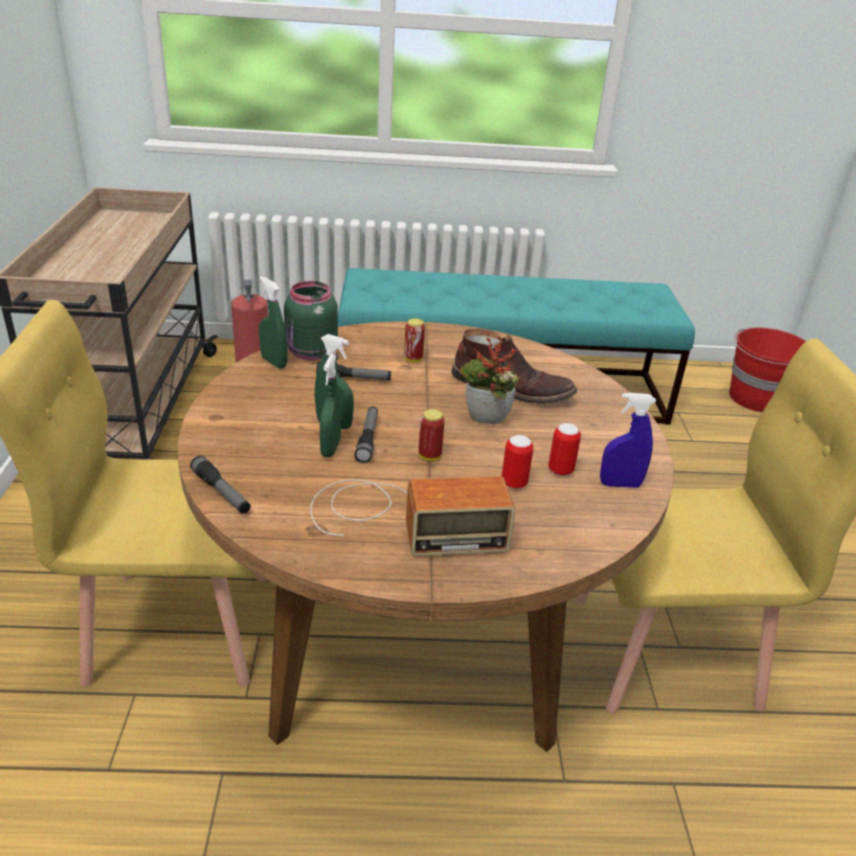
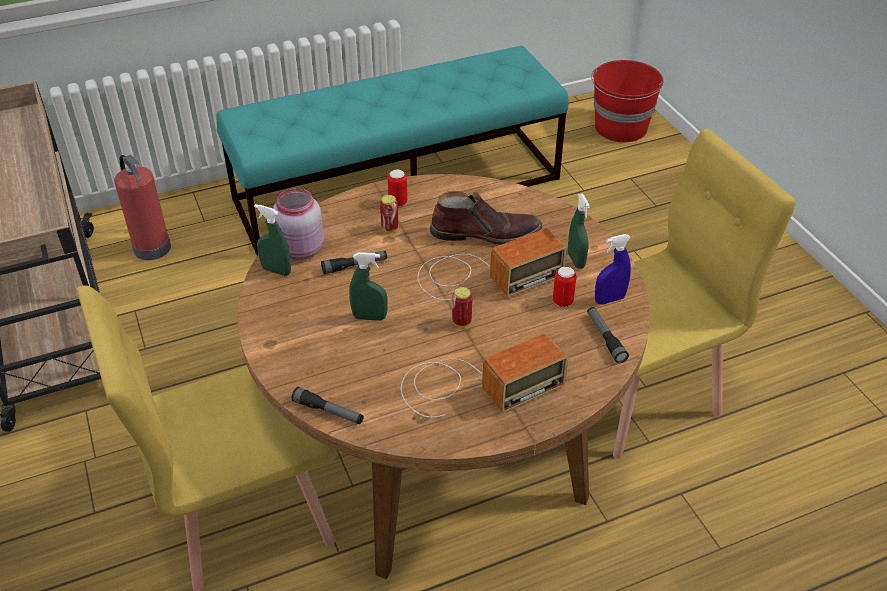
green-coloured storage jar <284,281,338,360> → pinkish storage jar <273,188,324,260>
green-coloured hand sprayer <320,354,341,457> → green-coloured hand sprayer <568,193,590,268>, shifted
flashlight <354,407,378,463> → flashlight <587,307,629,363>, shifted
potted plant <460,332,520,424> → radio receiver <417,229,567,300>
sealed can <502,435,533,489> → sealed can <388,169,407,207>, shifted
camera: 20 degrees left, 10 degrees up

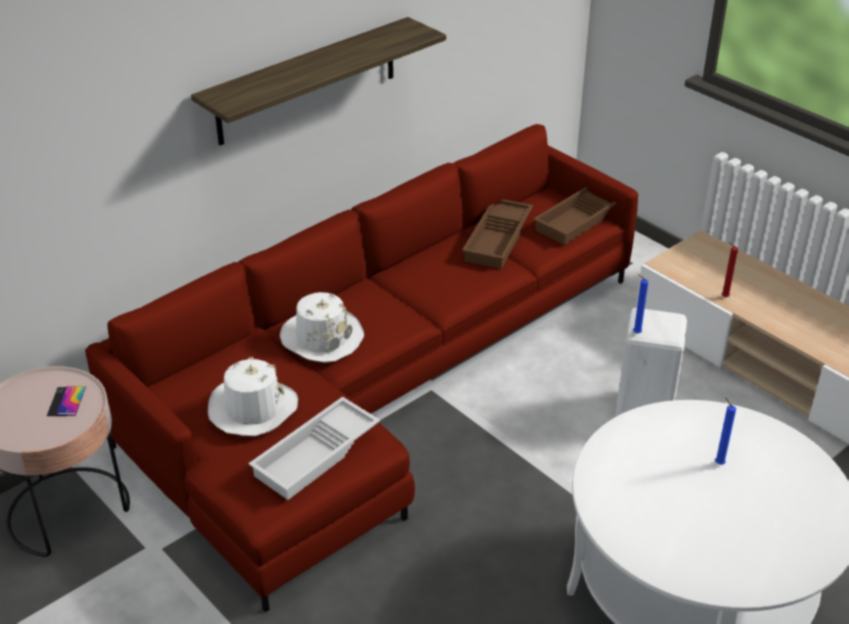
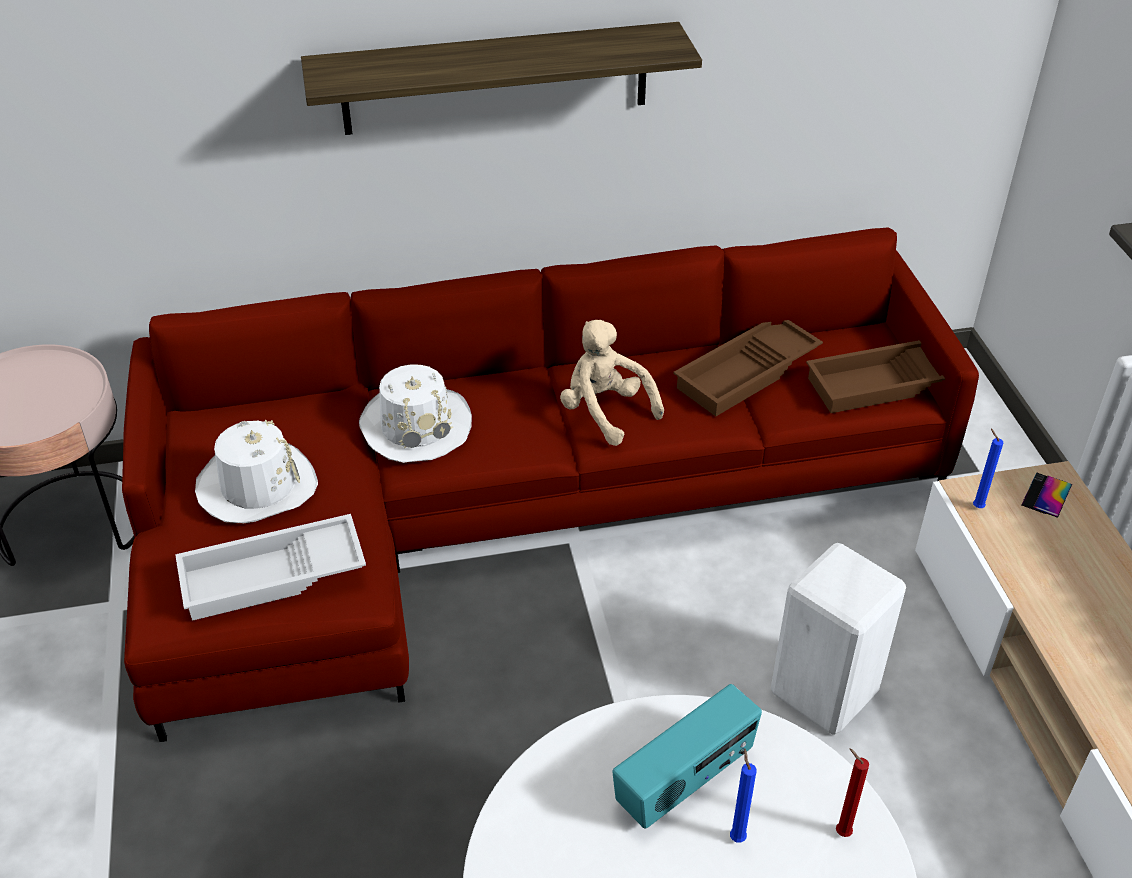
handset <47,386,86,416> → handset <1021,473,1072,518>, shifted
bluish wax candle <633,274,648,334> → bluish wax candle <973,429,1003,508>, shifted
red wax candle <722,243,738,297> → red wax candle <836,748,869,837>, shifted
- → sand-coloured cuddly toy <560,320,664,446>
- → radio receiver <612,684,762,829>
camera: 30 degrees right, 5 degrees up

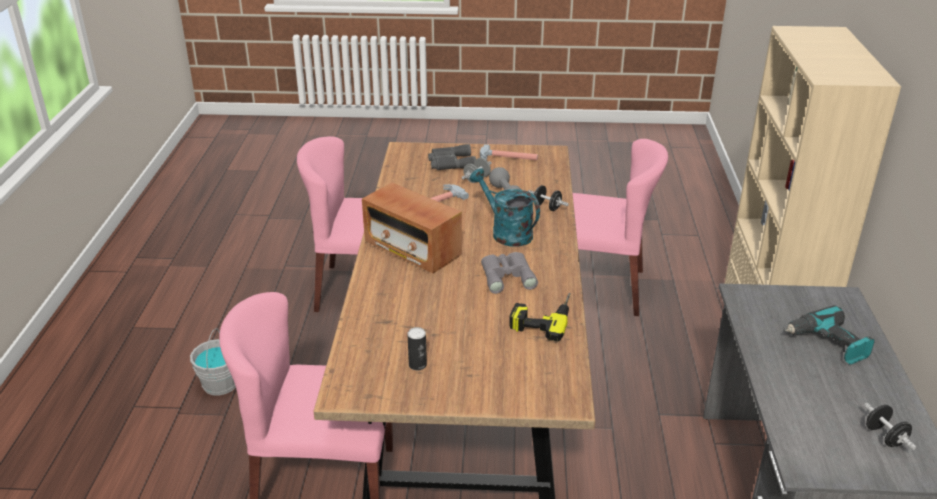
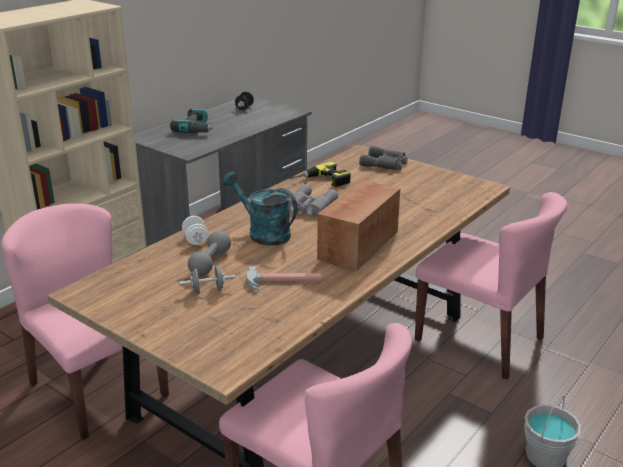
radio receiver <362,183,462,273> → radio receiver <317,180,400,271>, 135 degrees counterclockwise
sealed can <407,327,427,370> → -
gray pair of binoculars <428,144,476,170> → gray pair of binoculars <359,146,408,170>, shifted
turquoise watering pot <470,168,540,247> → turquoise watering pot <222,172,297,246>, 135 degrees clockwise
tool hammer <480,144,538,160> → -
blackish dumbbell <528,185,569,211> → white dumbbell <182,216,208,245>
camera: 145 degrees left, 5 degrees down

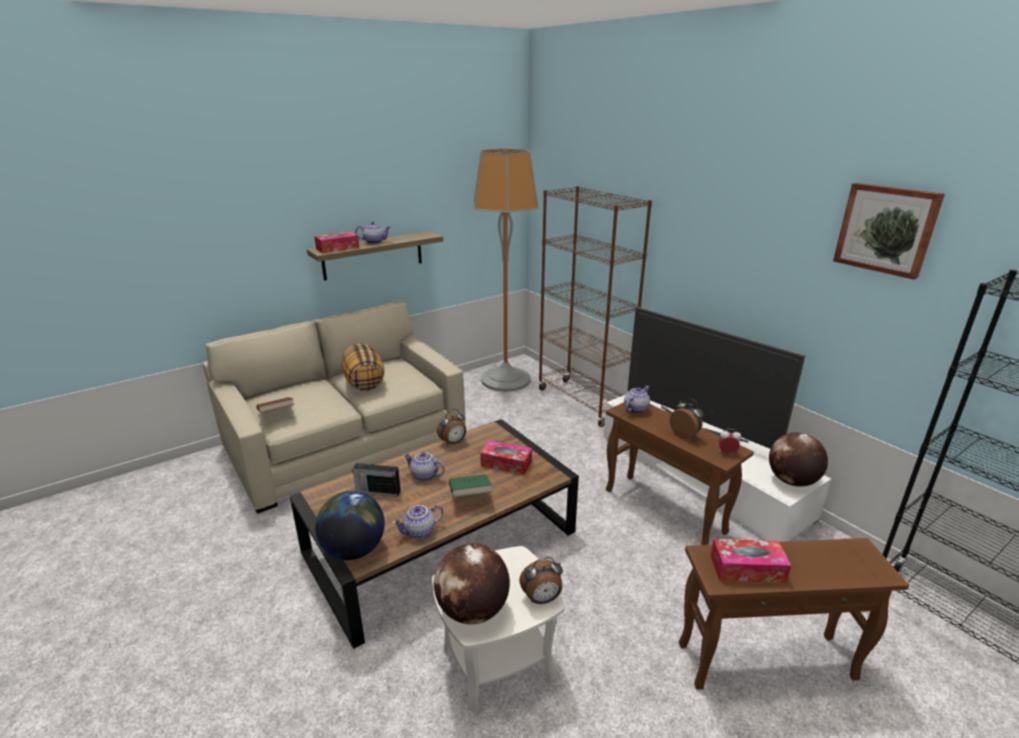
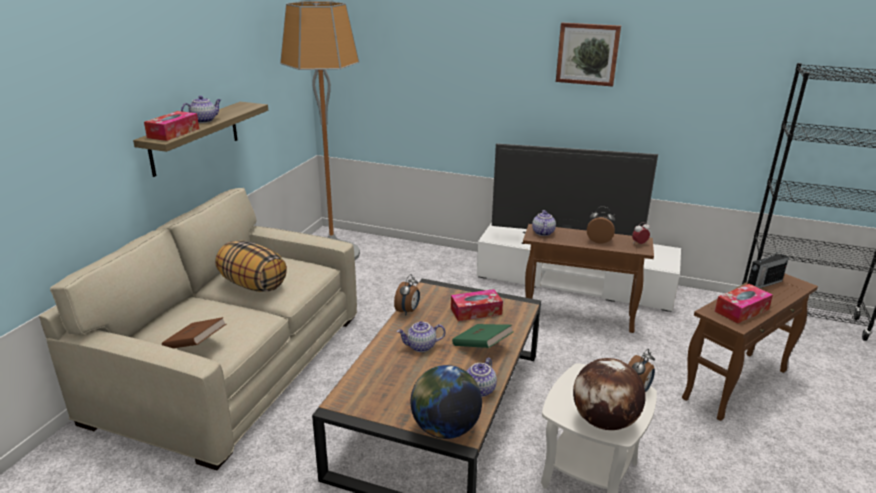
radio receiver <352,462,401,497> → radio receiver <747,249,789,288>, shifted
brown-coloured shelving unit <538,186,652,427> → -
desk globe <769,432,828,487> → -
picture <833,183,945,280> → picture <556,22,621,87>, shifted
camera: 35 degrees left, 0 degrees up

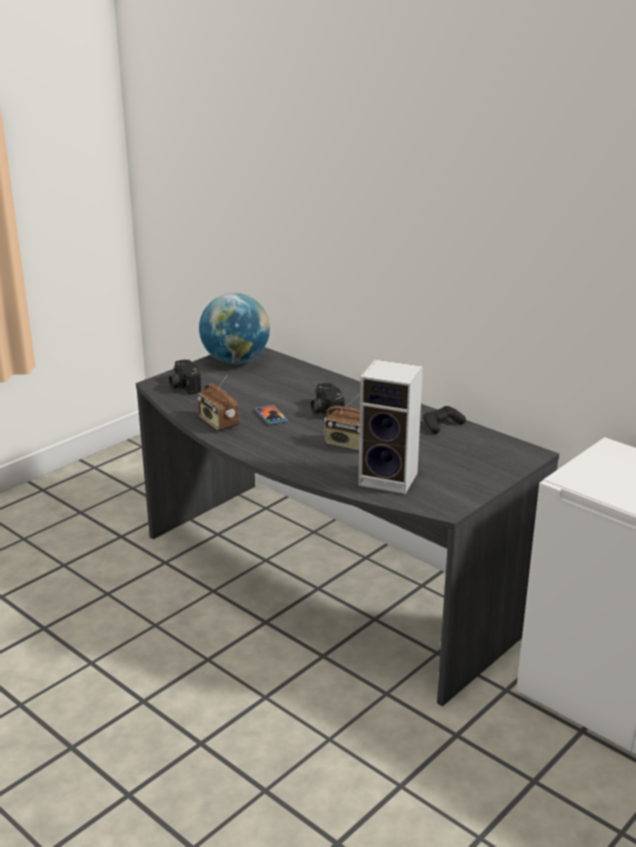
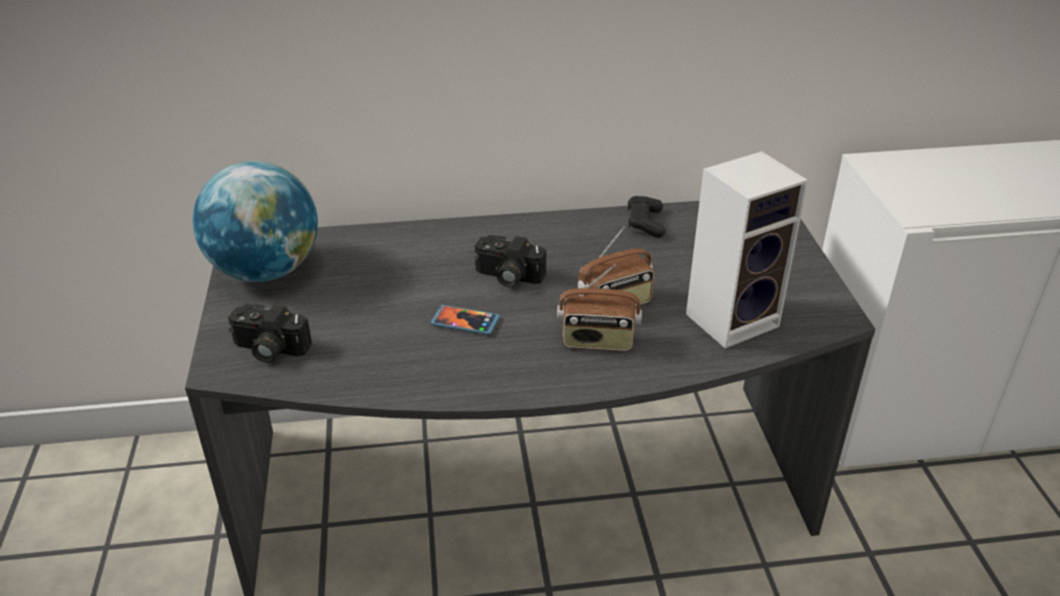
radio receiver <198,375,239,430> → radio receiver <557,264,642,351>, shifted
camera: 50 degrees left, 10 degrees up

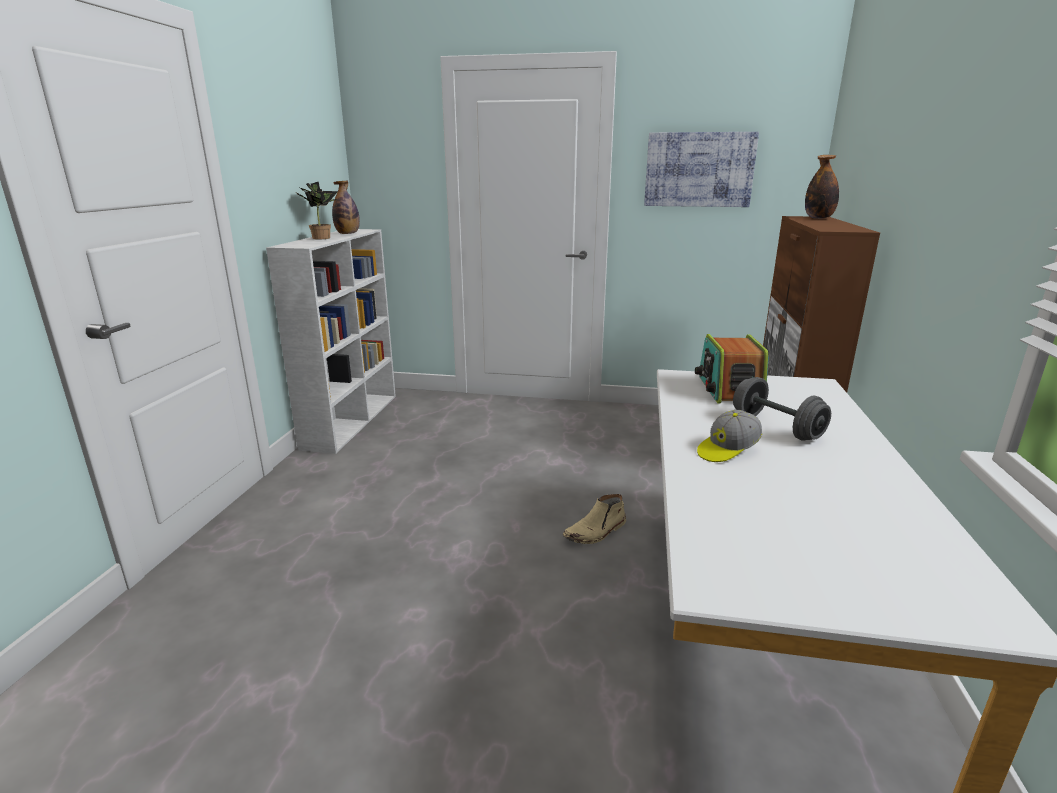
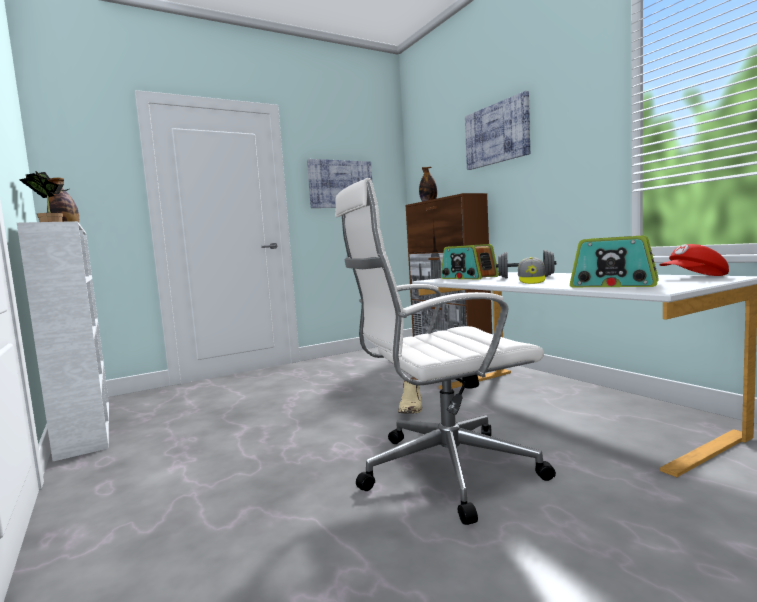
- → white desk chair <335,178,556,525>
- → picture <465,91,530,170>
- → radio receiver <570,235,659,287>
- → red baseball cap <659,244,729,276>
camera: 40 degrees left, 15 degrees down

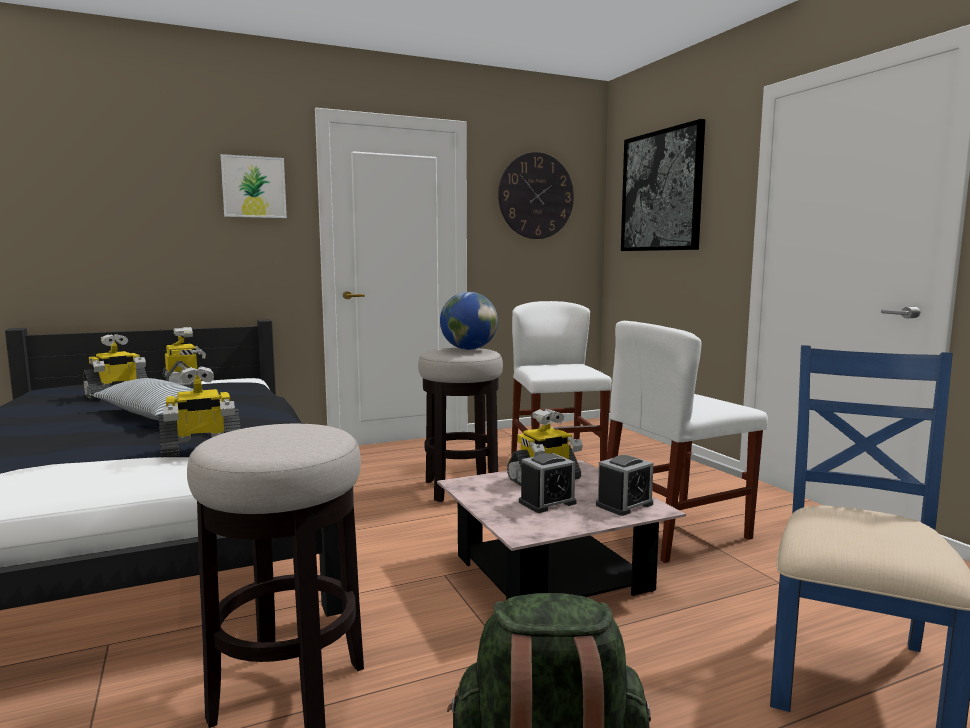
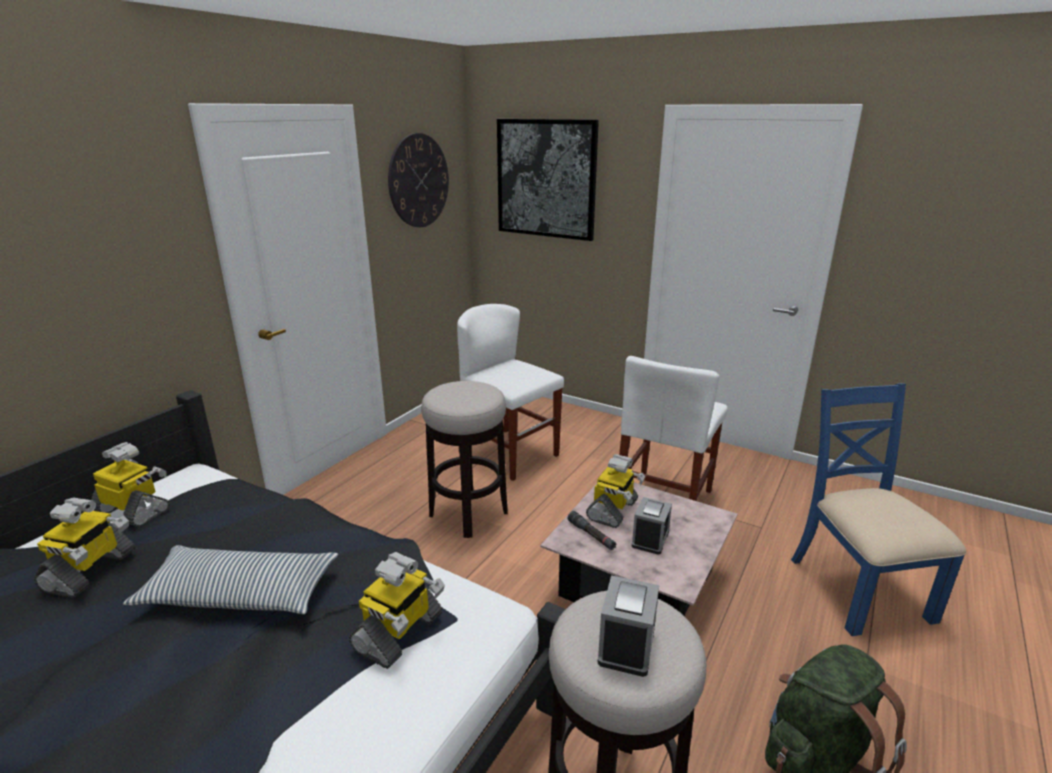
picture <221,154,287,218> → -
desk globe <440,292,498,350> → -
alarm clock <596,455,654,516> → alarm clock <597,575,659,677>, shifted
- → blackish flashlight <568,511,616,550>
camera: 35 degrees left, 15 degrees up

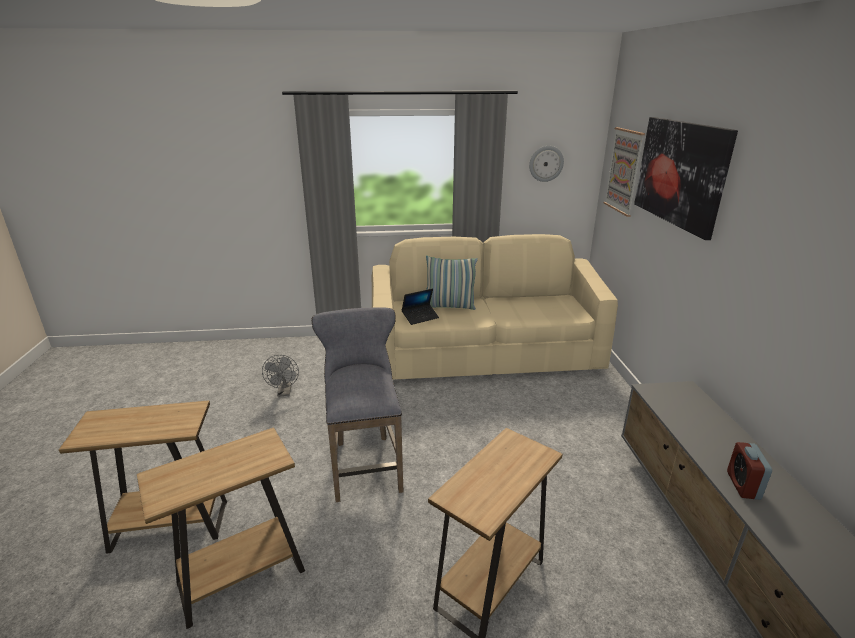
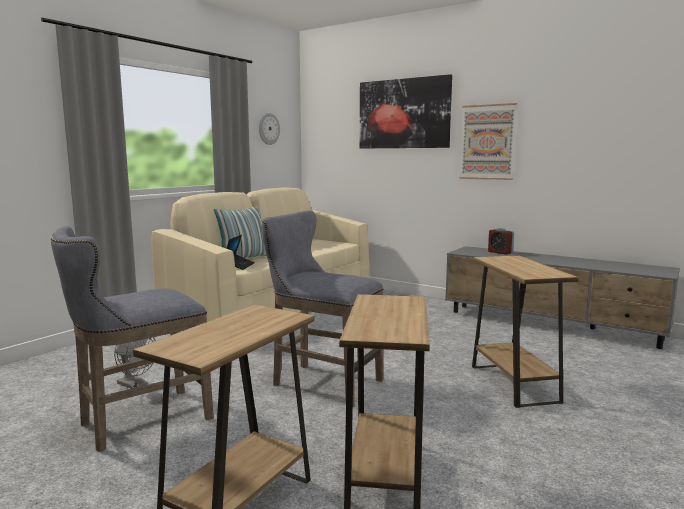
picture <604,127,645,217> → picture <459,103,517,180>, shifted
alarm clock <727,442,772,500> → alarm clock <488,228,514,255>, shifted
- → gray stool <51,226,214,452>
camera: 50 degrees left, 15 degrees down

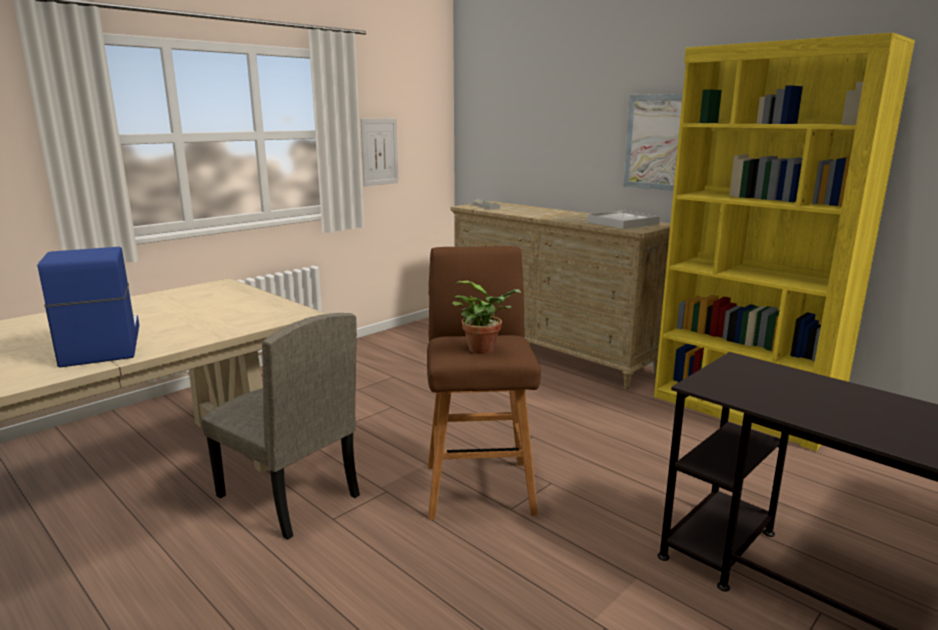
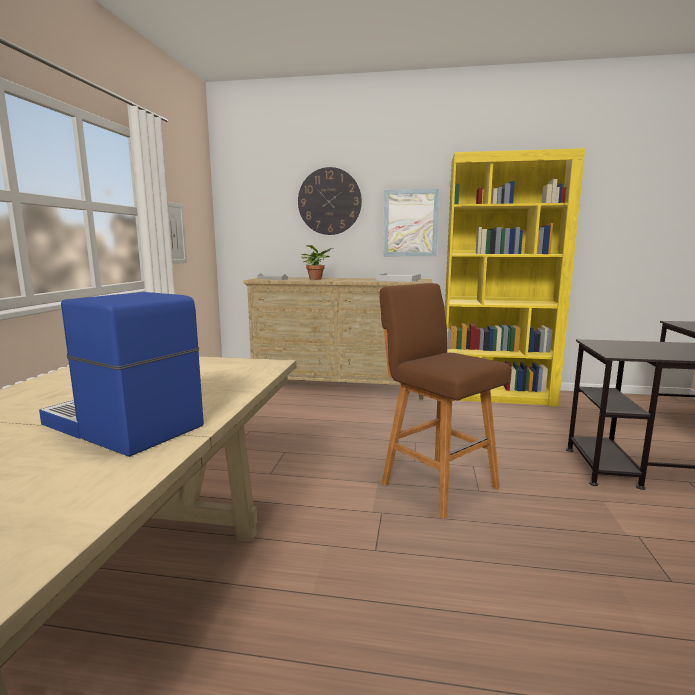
sand-coloured upright chair <201,313,360,540> → -
potted plant <452,280,521,354> → potted plant <301,245,334,280>, shifted
- → clock on the wall <298,167,362,235>
camera: 35 degrees left, 5 degrees down

